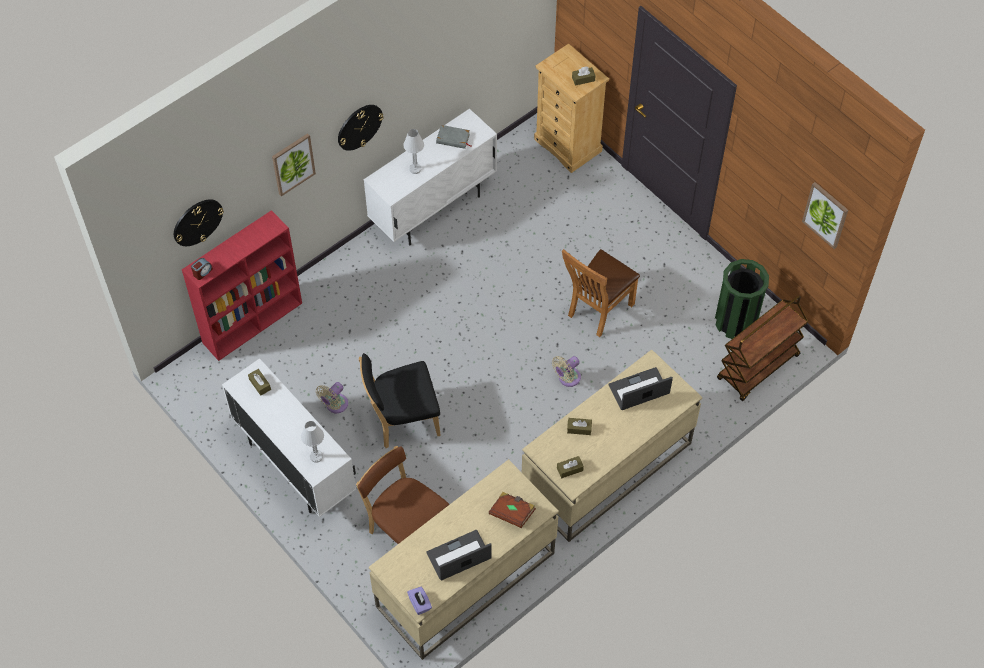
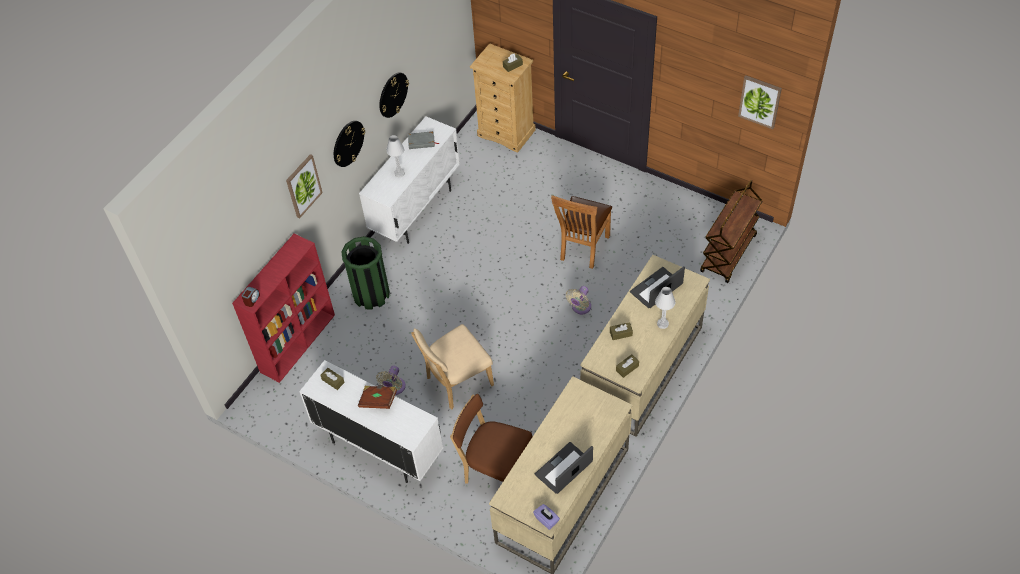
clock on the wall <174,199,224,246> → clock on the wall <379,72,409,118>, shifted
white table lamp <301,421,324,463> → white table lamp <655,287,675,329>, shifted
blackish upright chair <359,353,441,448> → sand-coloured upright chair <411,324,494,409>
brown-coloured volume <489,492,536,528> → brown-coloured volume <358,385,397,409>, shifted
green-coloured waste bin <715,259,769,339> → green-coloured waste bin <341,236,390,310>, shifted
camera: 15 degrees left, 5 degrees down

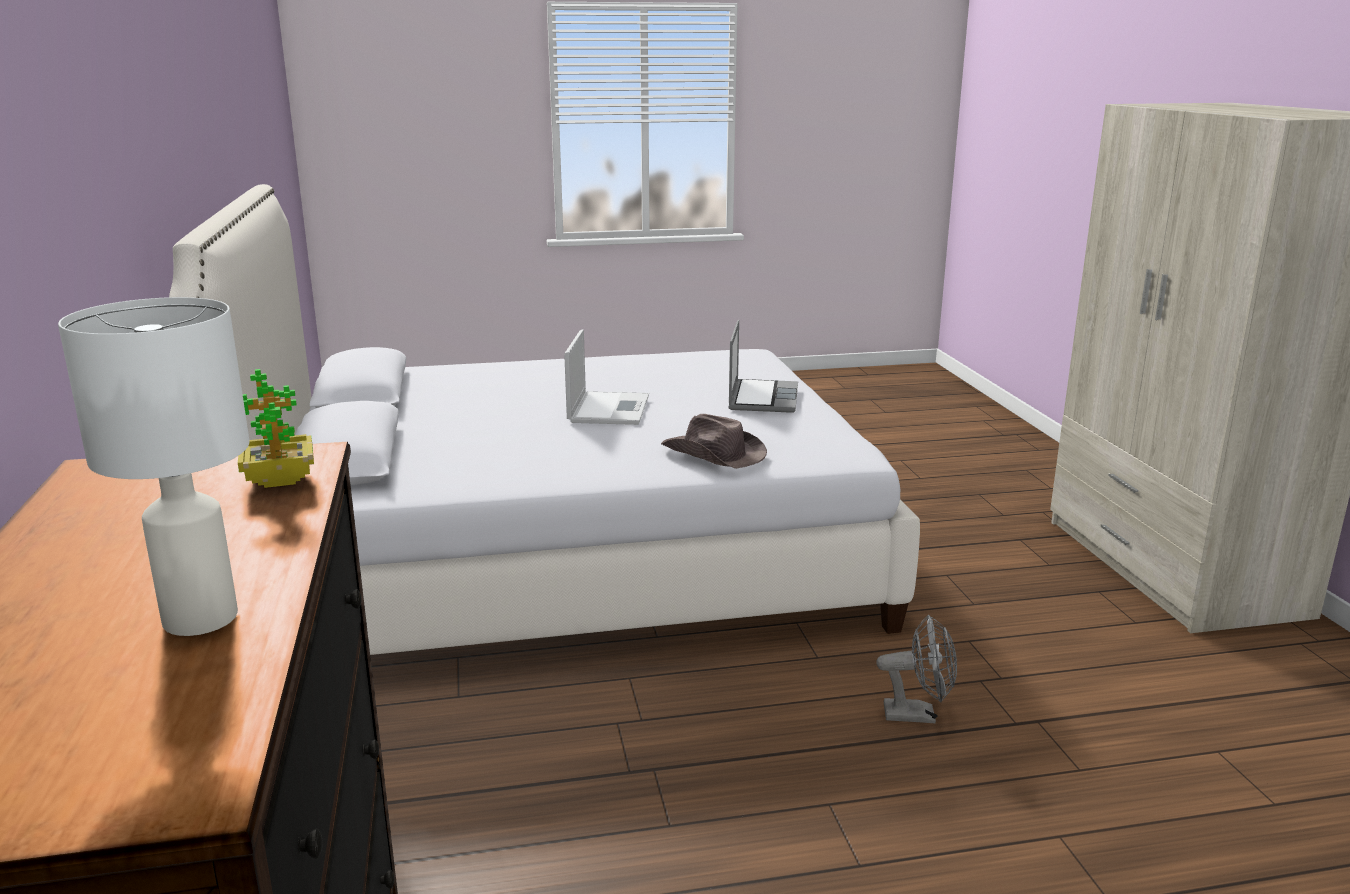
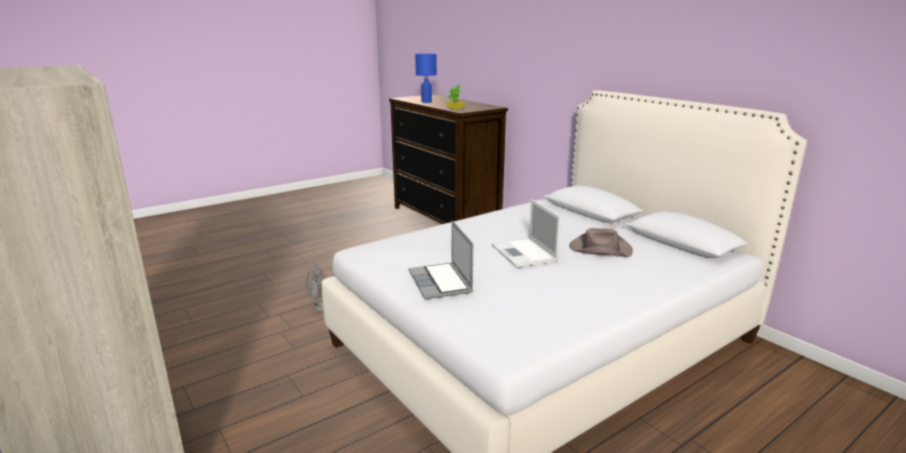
white table lamp <58,297,250,636> → bluish table lamp <415,54,437,103>
brown-coloured clothing hat <661,414,767,469> → brown-coloured clothing hat <569,228,633,257>, shifted
camera: 155 degrees right, 0 degrees up

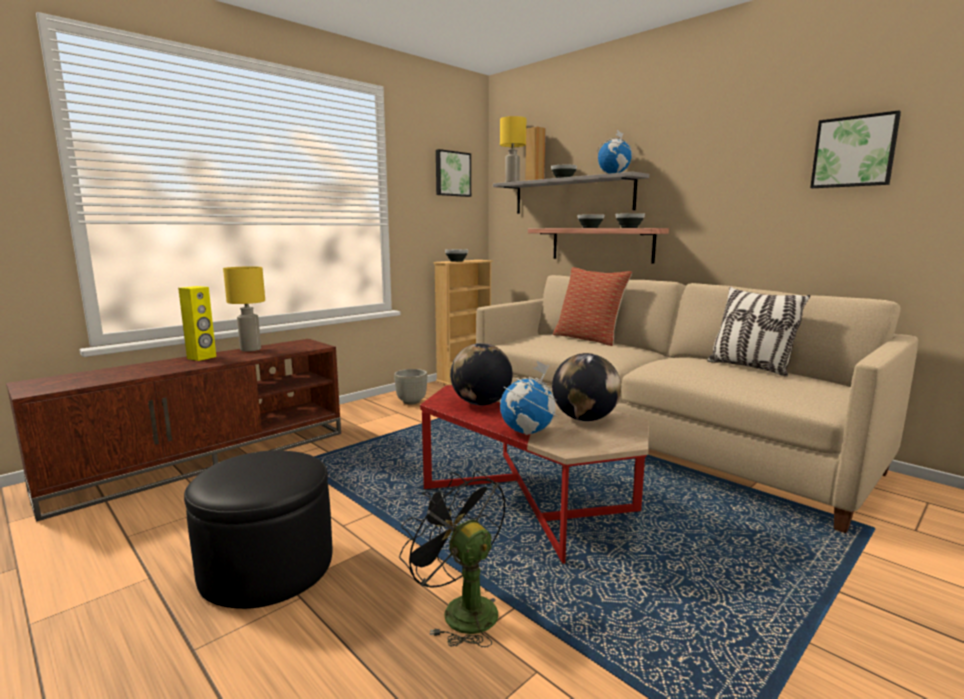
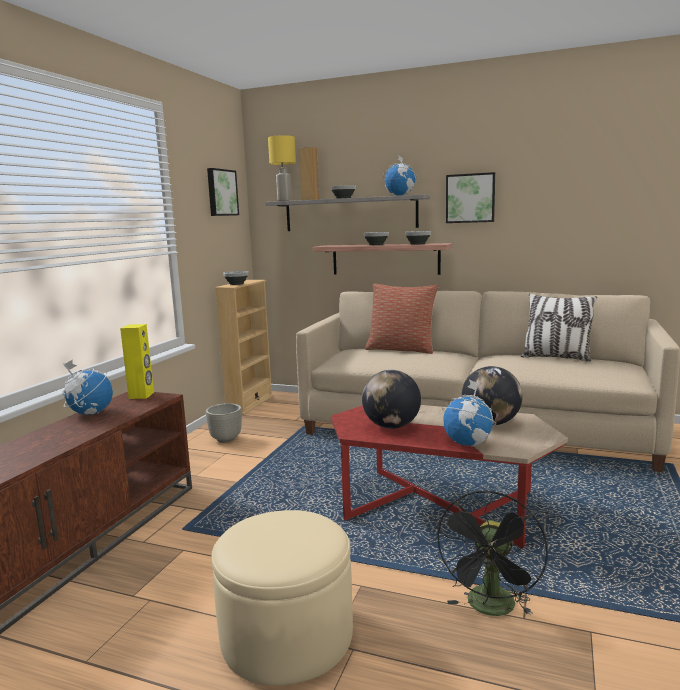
yellowish audio speaker <178,286,216,361> → yellowish audio speaker <120,324,154,399>, shifted
blackish footrest <184,451,332,609> → sand-coloured footrest <212,510,353,686>
yellowish table lamp <223,266,265,351> → desk globe <62,360,113,415>
blackish cooling fan <399,471,506,647> → blackish cooling fan <435,491,548,616>, 90 degrees counterclockwise
picture <810,110,901,188> → picture <446,172,495,223>, shifted
camera: 25 degrees left, 0 degrees up

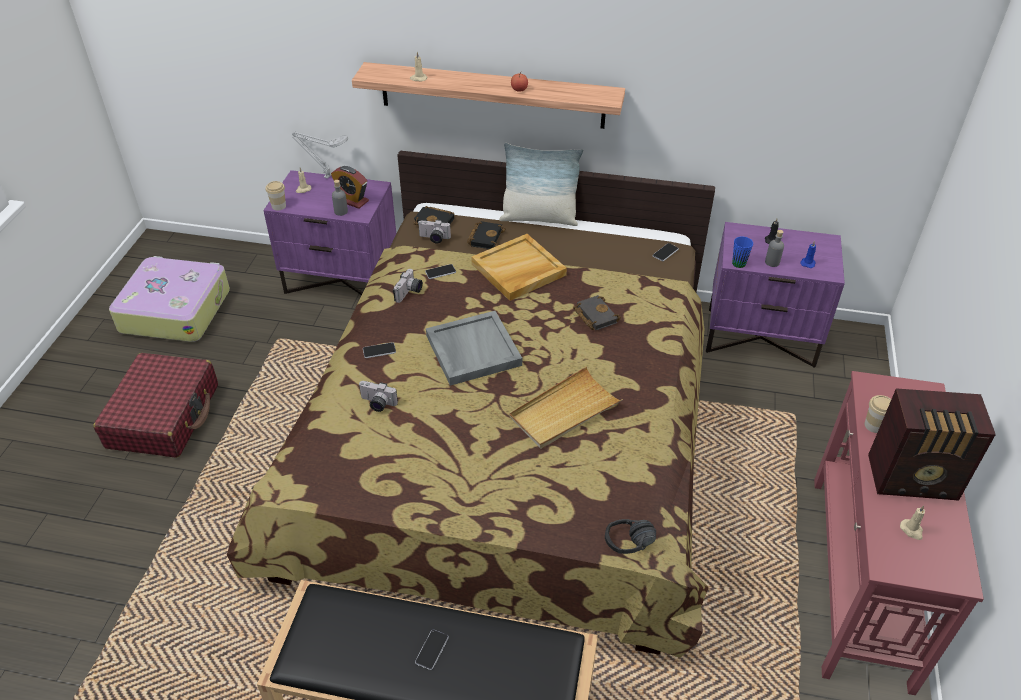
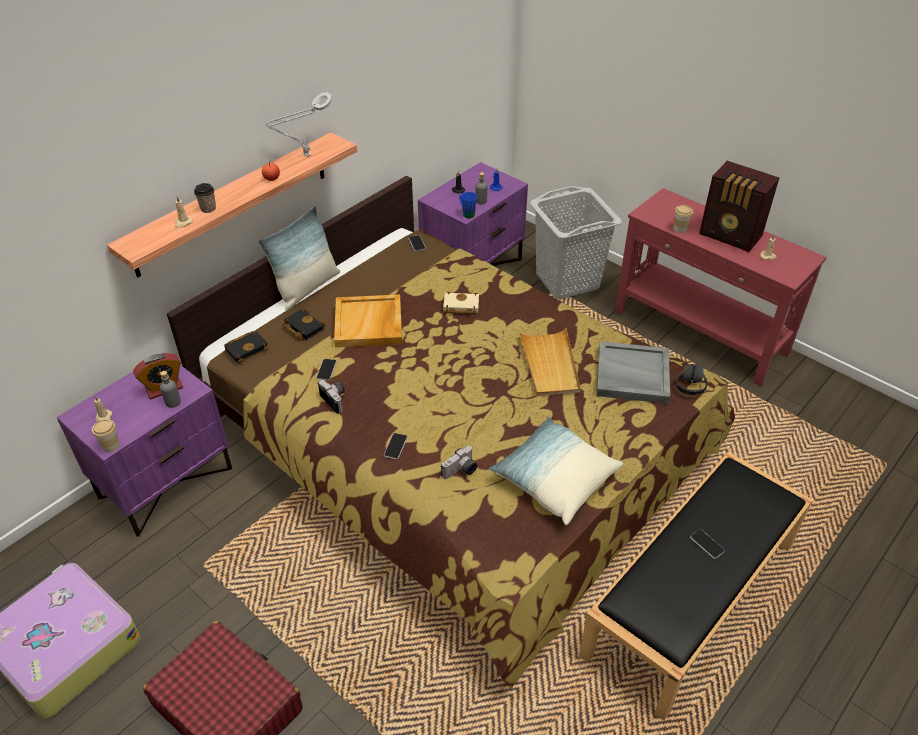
gray table lamp <292,132,348,179> → gray table lamp <265,92,333,157>, shifted
photo camera <418,220,451,243> → -
gray carrying tray <426,311,522,386> → gray carrying tray <596,341,670,404>, shifted
blackish volume <573,295,621,330> → sand-coloured volume <443,292,479,314>
radio receiver <868,388,996,500> → radio receiver <699,161,779,252>, 90 degrees clockwise
- → drinking cup <194,183,216,213>
- → cushion <489,417,623,525>
- → gray washing basket <530,186,622,299>
camera: 60 degrees left, 0 degrees up

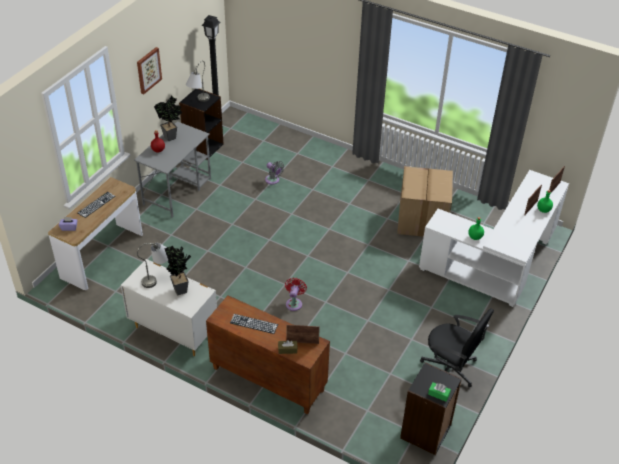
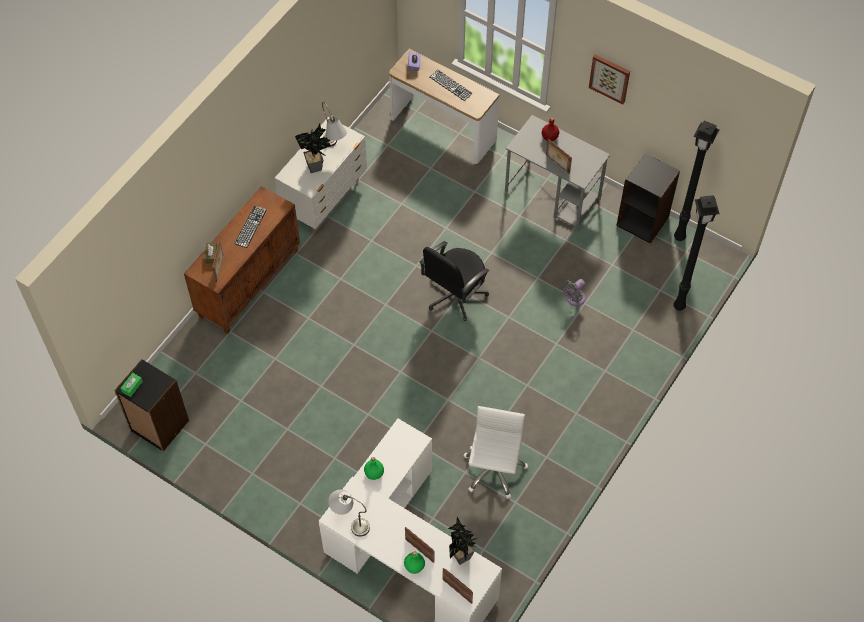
potted plant <154,95,182,141> → potted plant <448,517,477,565>, shifted
gray table lamp <186,61,210,102> → gray table lamp <328,490,370,537>, shifted
red cooling fan <285,278,307,311> → -
cardboard box <397,166,453,237> → white desk chair <464,406,528,499>
blackish desk chair <420,308,494,387> → blackish desk chair <420,241,489,321>, shifted
- → picture frame <546,139,572,174>
- → blackish standing lamp <673,195,720,311>
camera: 95 degrees right, 15 degrees up

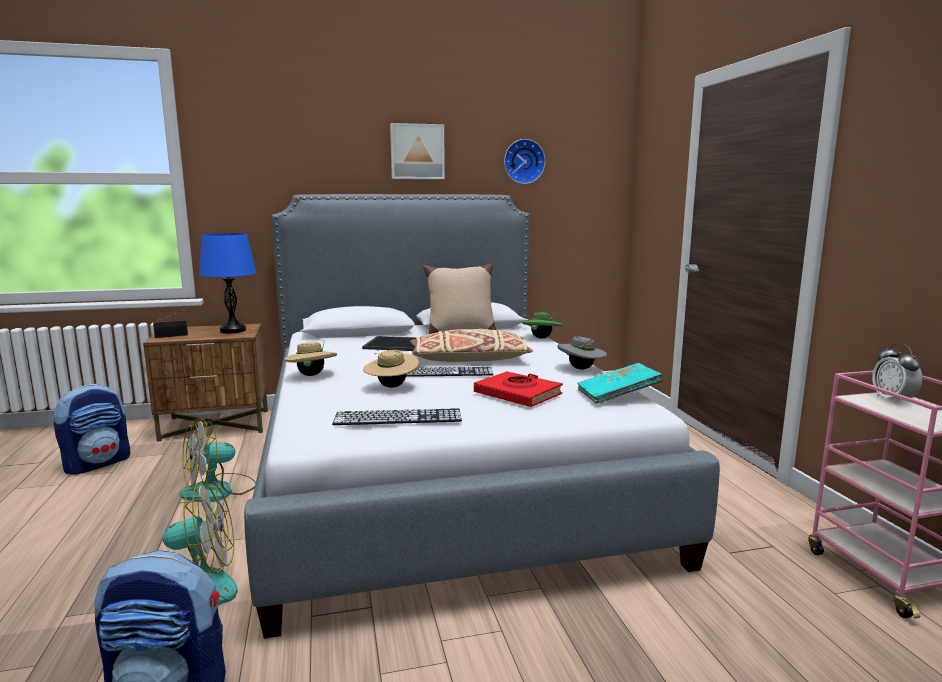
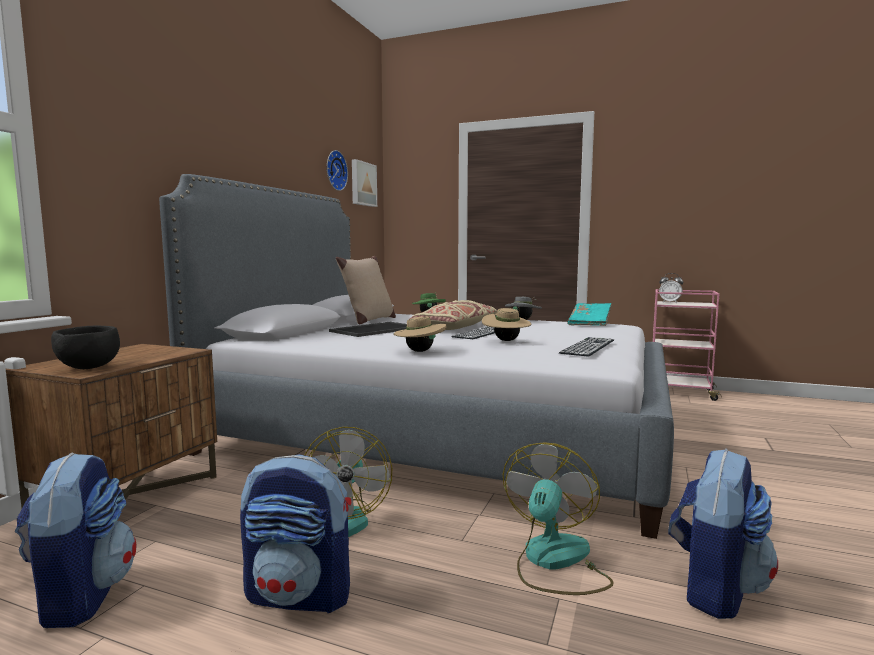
radio receiver <153,308,189,338> → blackish serving bowl <51,326,120,369>
bluish table lamp <199,233,257,334> → -
picture <390,123,445,179> → picture <352,159,377,207>, shifted
red volume <474,371,563,407> → -
- → knapsack <240,454,351,613>
camera: 55 degrees left, 5 degrees down

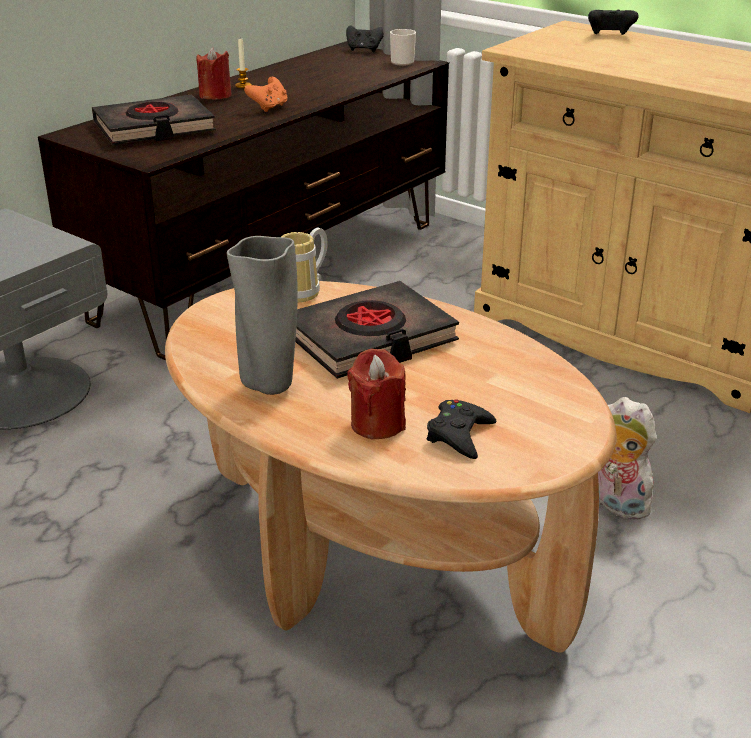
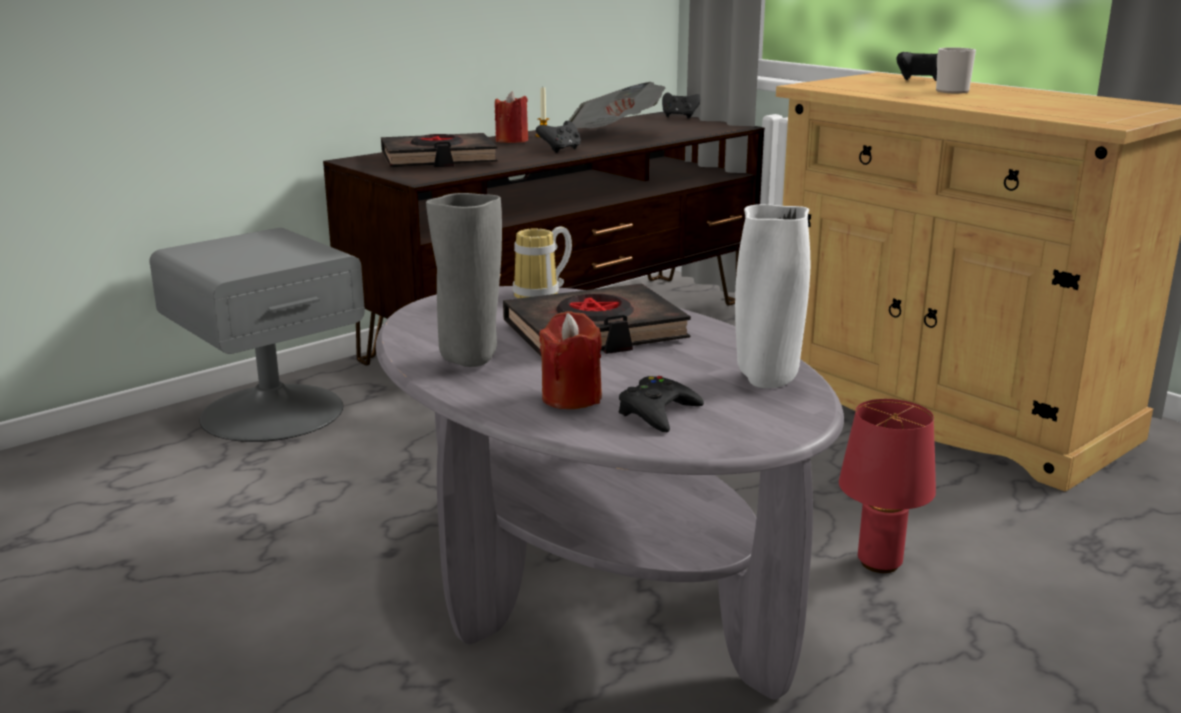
brown-coloured coffee table <165,281,616,653> → gray coffee table <376,286,844,700>
orange-coloured game controller <244,77,288,112> → blackish game controller <536,121,581,153>
coffee mug <390,29,416,66> → coffee mug <936,47,976,94>, shifted
cuddly toy <598,397,659,520> → red table lamp <839,399,936,573>
- → newspaper <569,82,666,129>
- → white vase <735,204,810,388>
camera: 10 degrees right, 10 degrees down

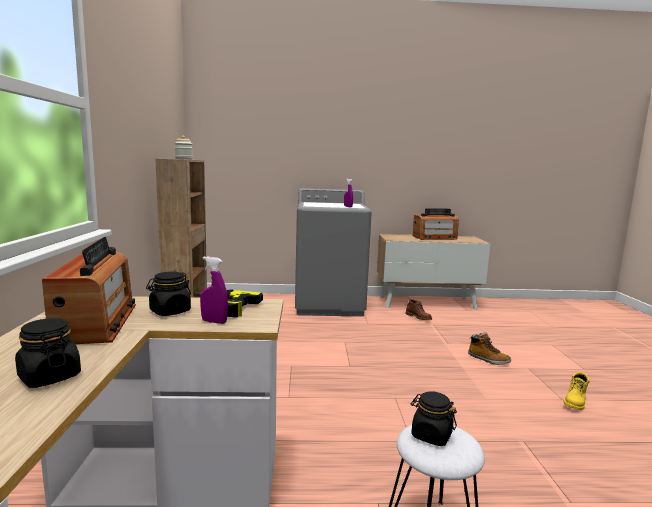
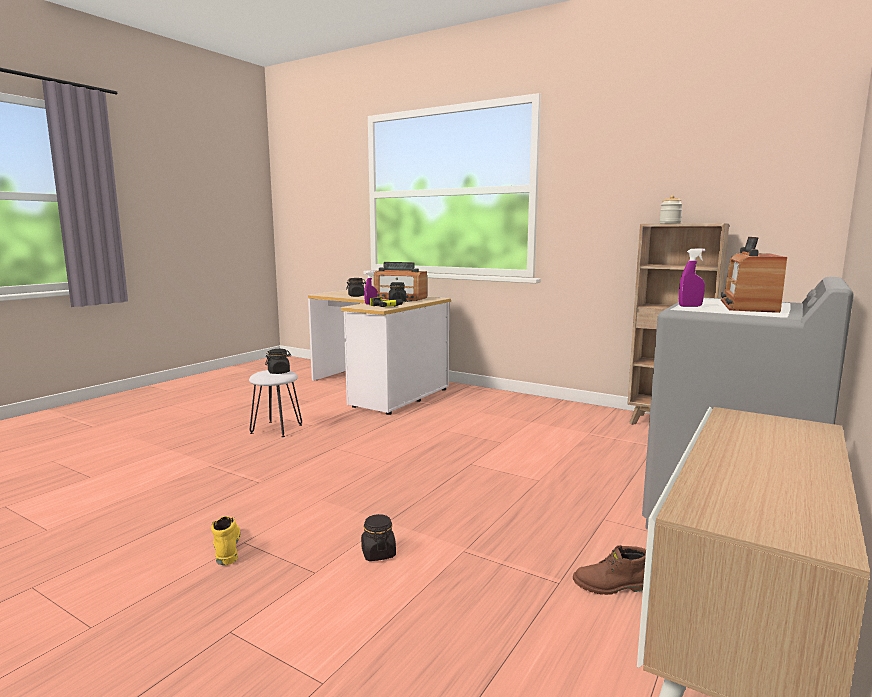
radio receiver <413,208,459,240> → radio receiver <721,237,787,313>, shifted
high-top boot <468,332,511,365> → blackish storage jar <361,514,396,561>
camera: 125 degrees right, 0 degrees up

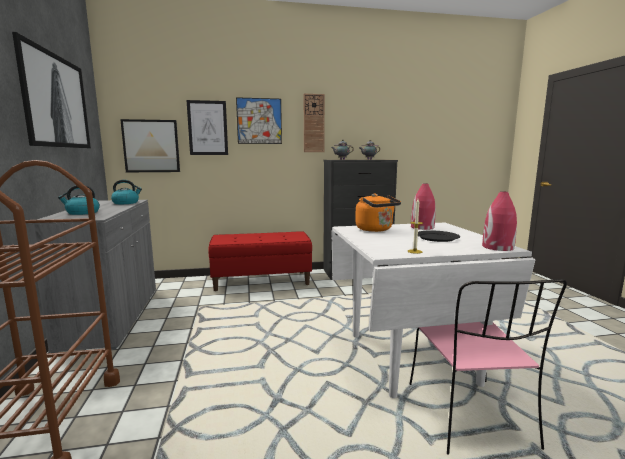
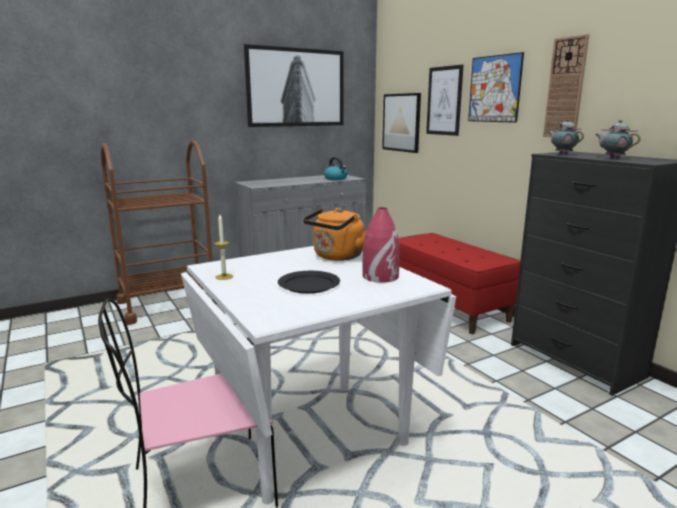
tea kettle <58,185,100,215> → -
red vase <482,192,517,251> → -
camera: 70 degrees right, 5 degrees up

